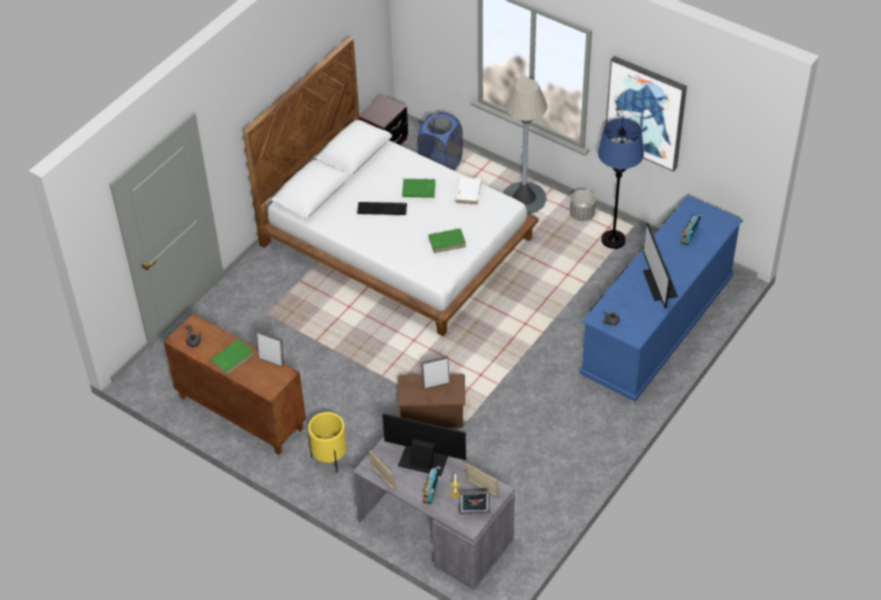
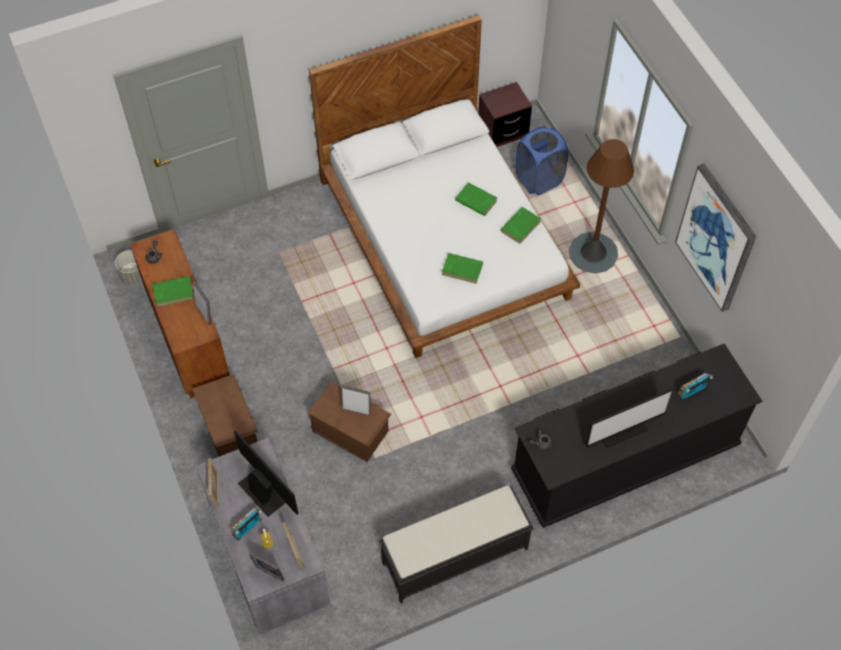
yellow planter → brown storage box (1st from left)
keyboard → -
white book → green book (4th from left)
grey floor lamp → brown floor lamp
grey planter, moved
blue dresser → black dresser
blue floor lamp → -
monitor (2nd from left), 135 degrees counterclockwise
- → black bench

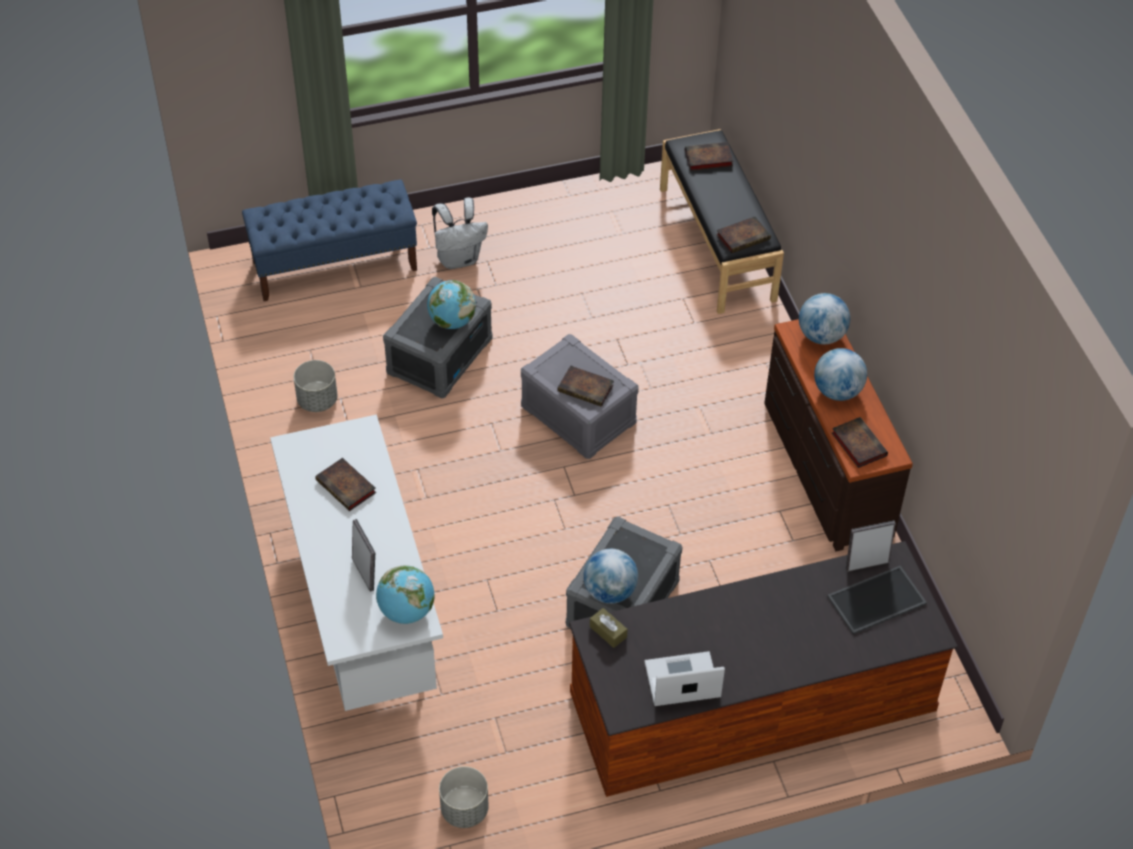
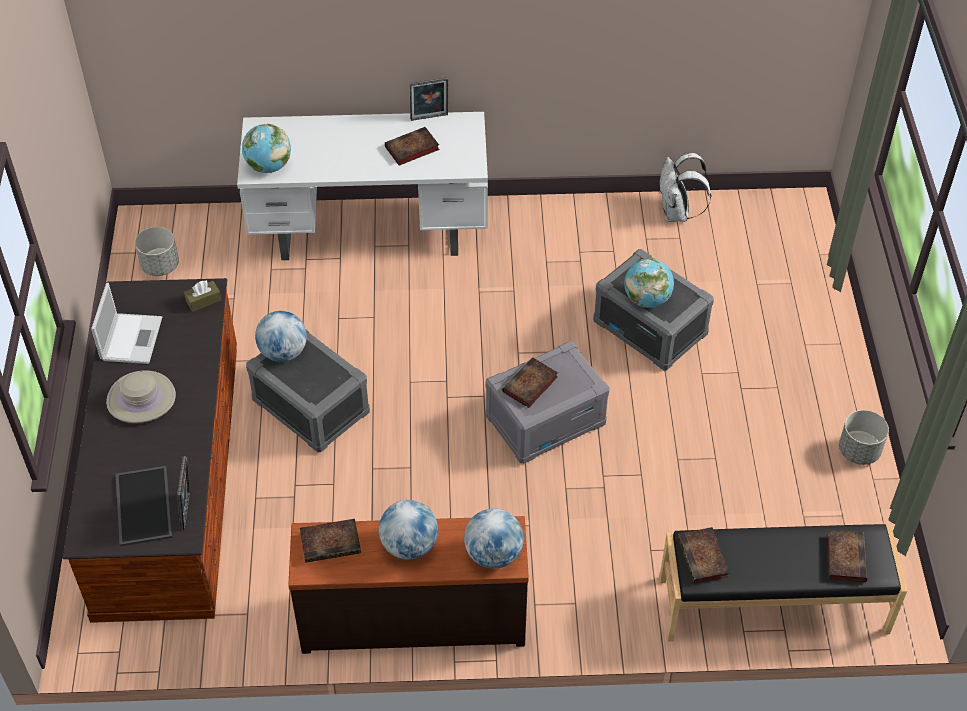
blue bench → -
grey planter (1st from left in the first image) → grey planter (2nd from left), moved
picture frame (1st from left in the first image) → picture frame (2nd from left), moved
white backpack, moved
- → beige hat

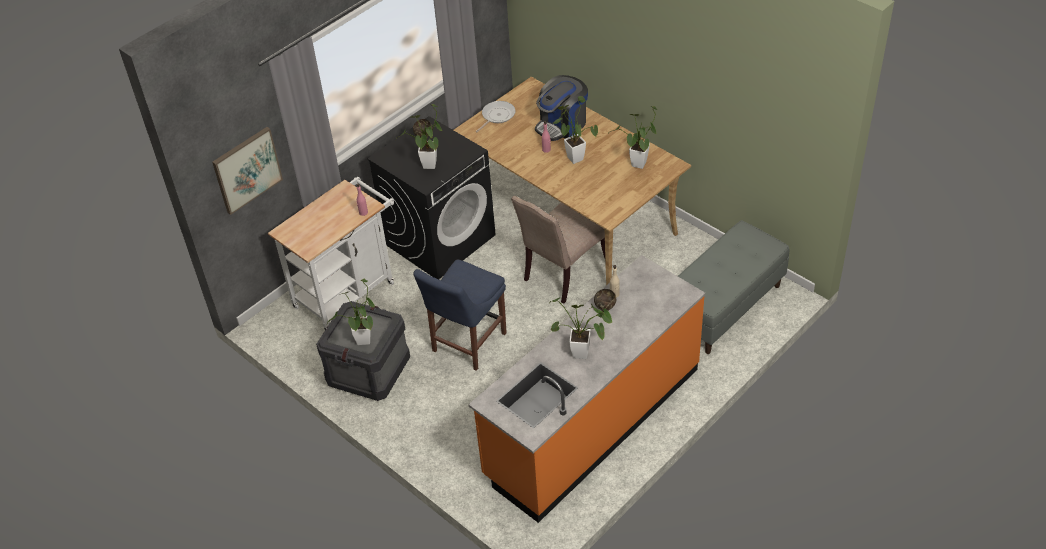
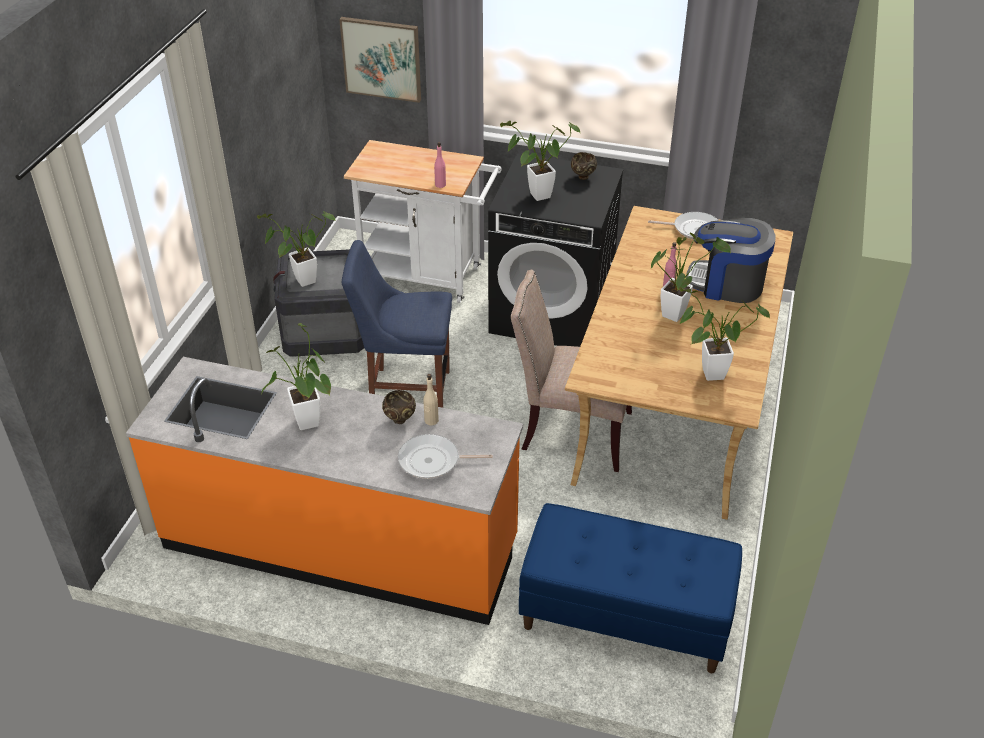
grey bench → blue bench
- → frying pan (1st from left)

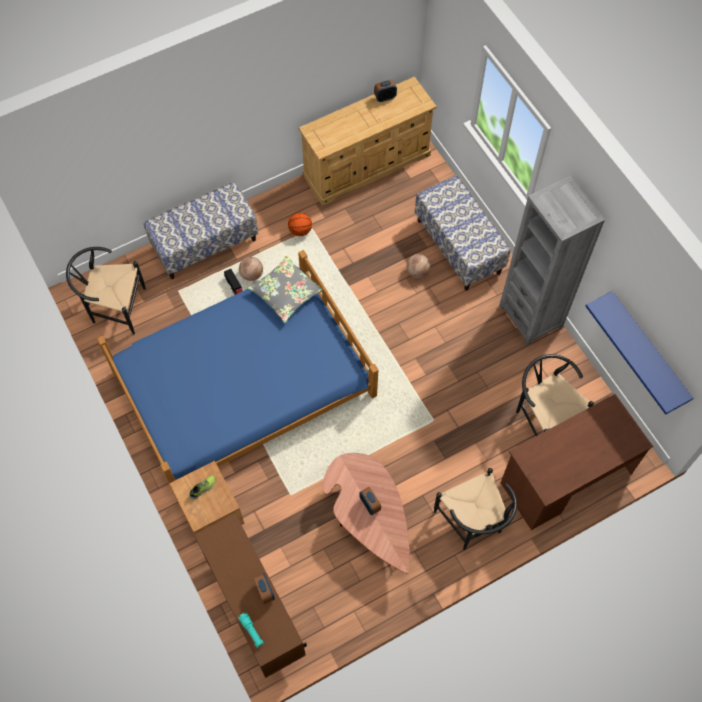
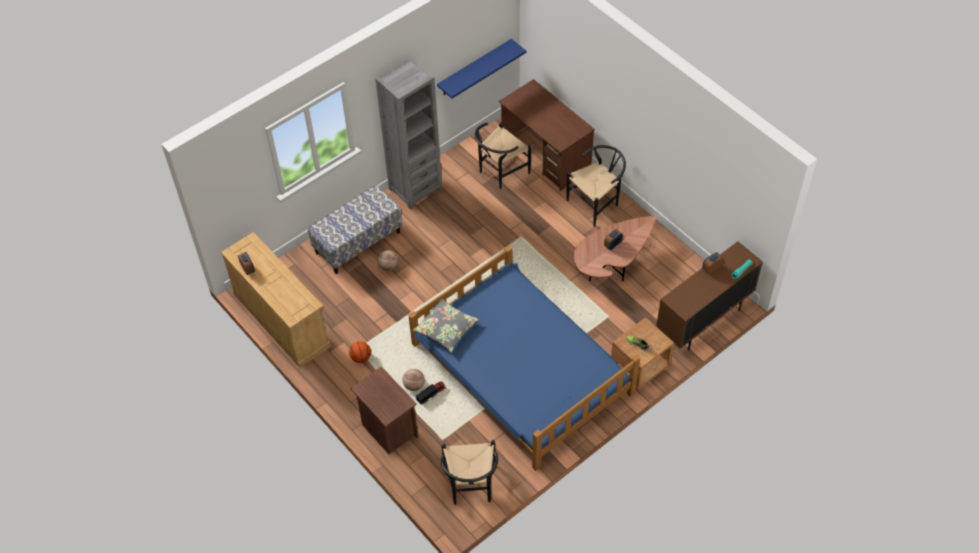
bench (1st from left) → brown nightstand (1st from left)

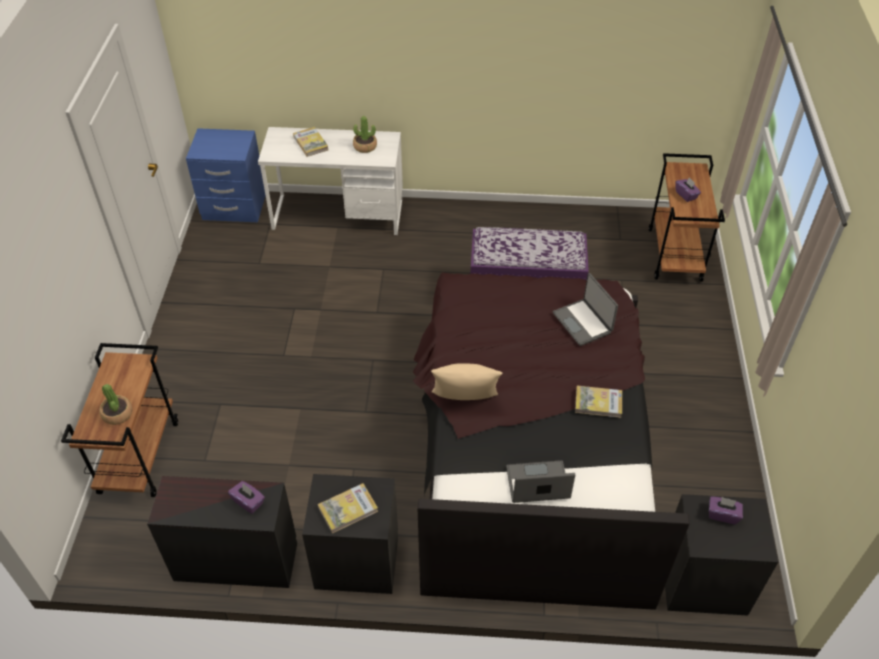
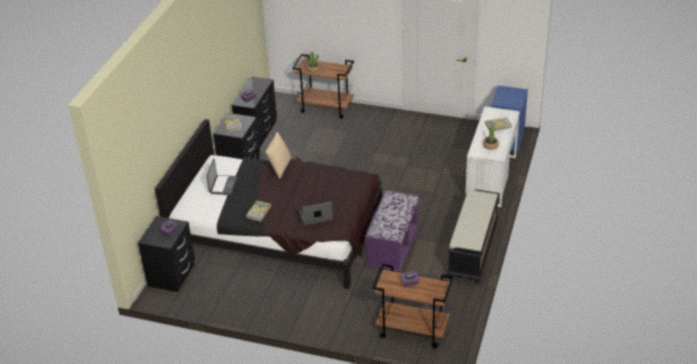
- → black bench

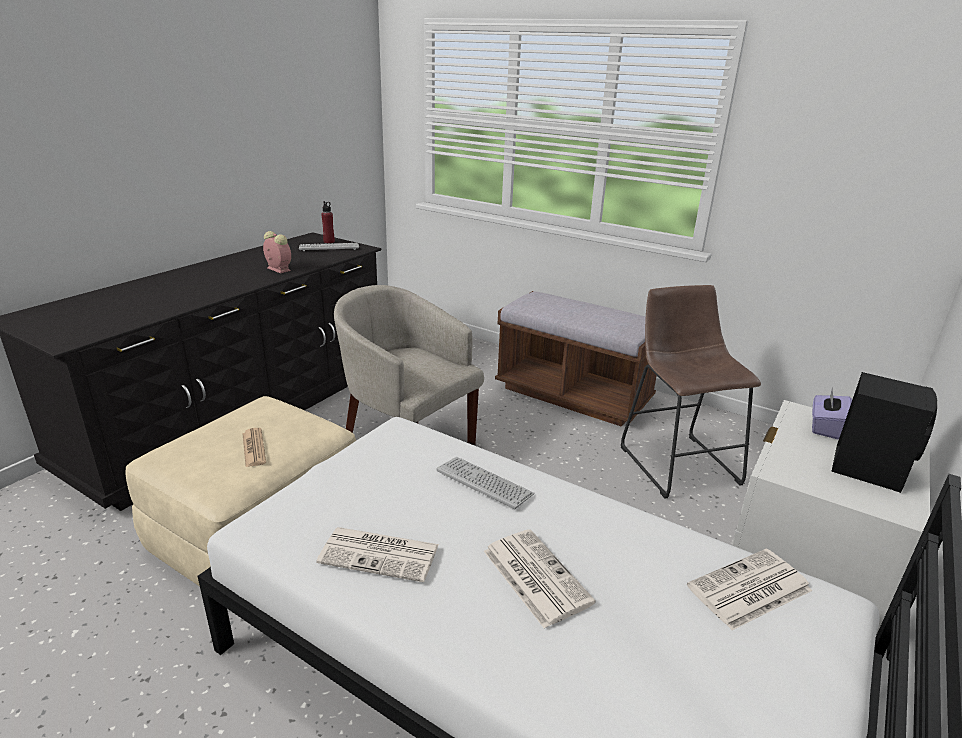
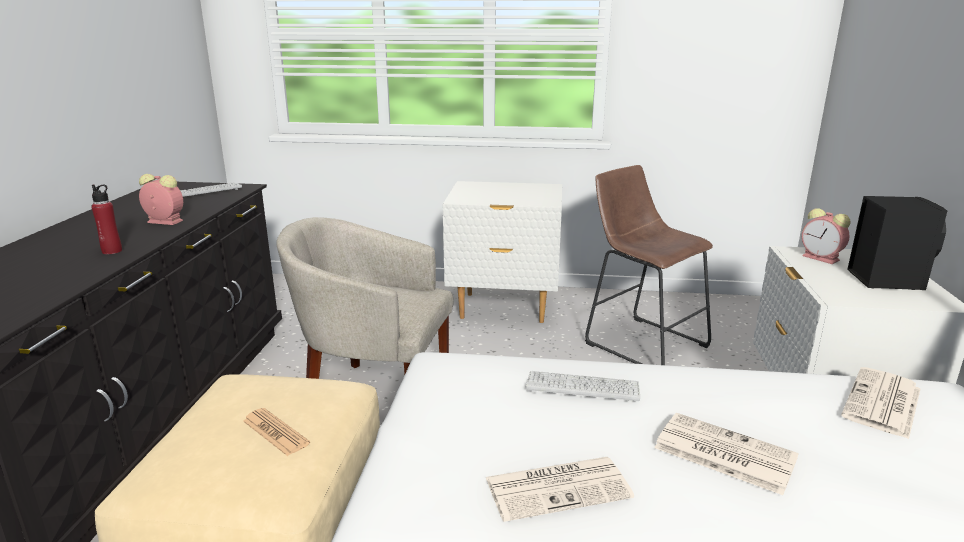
red bottle, moved
brown bench → white nightstand (1st from left)
purple tissue box → alarm clock (2nd from left)

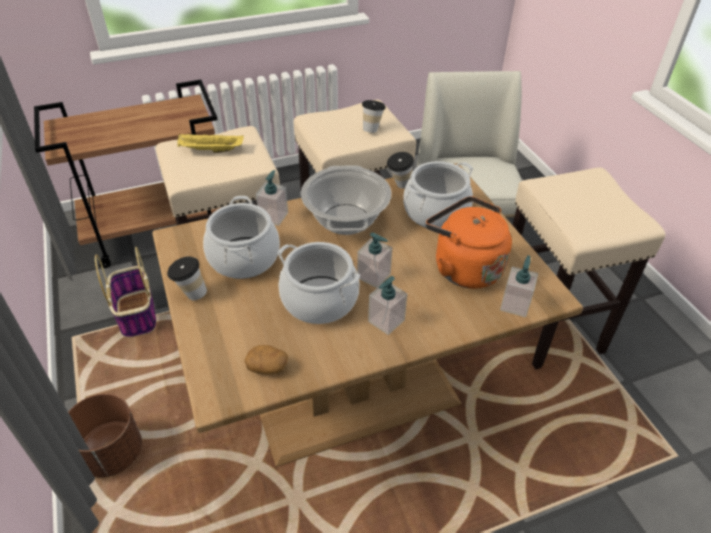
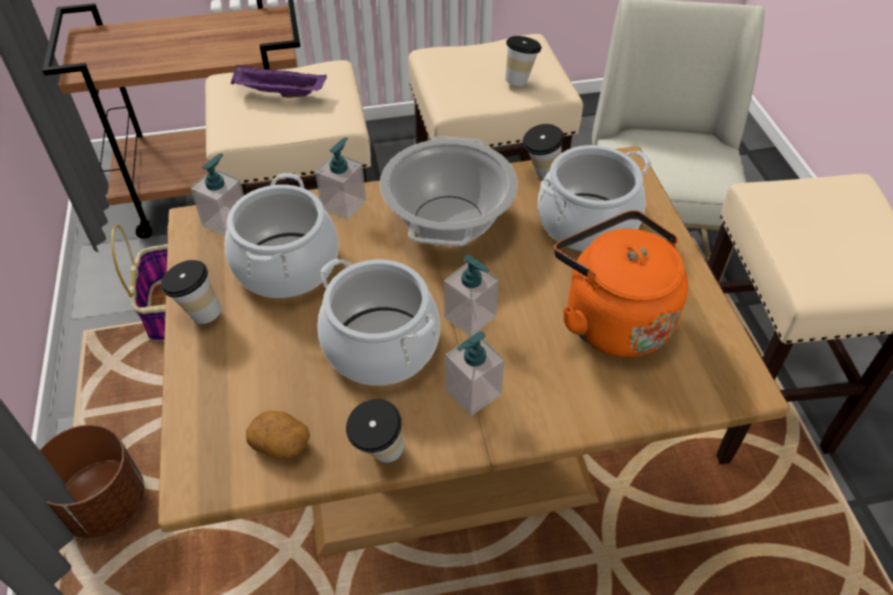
yellow tray → purple tray
soap dispenser (4th from left in the first image) → soap dispenser (1st from left), moved
- → cup (2nd from left)

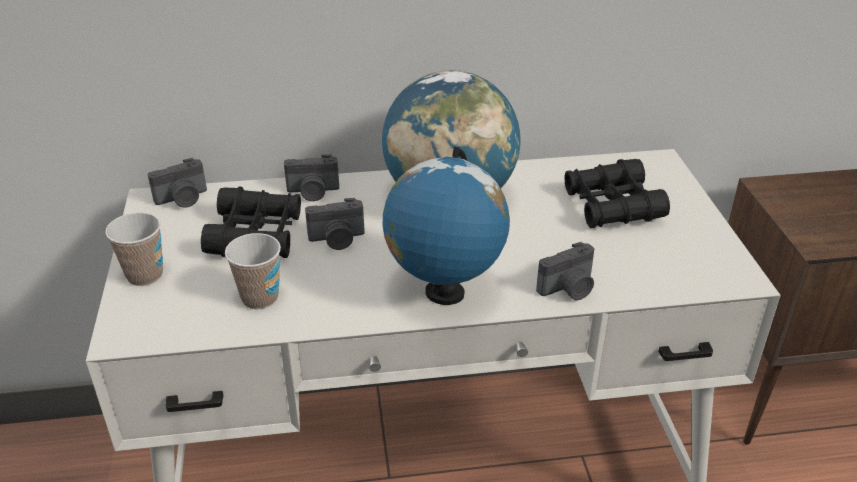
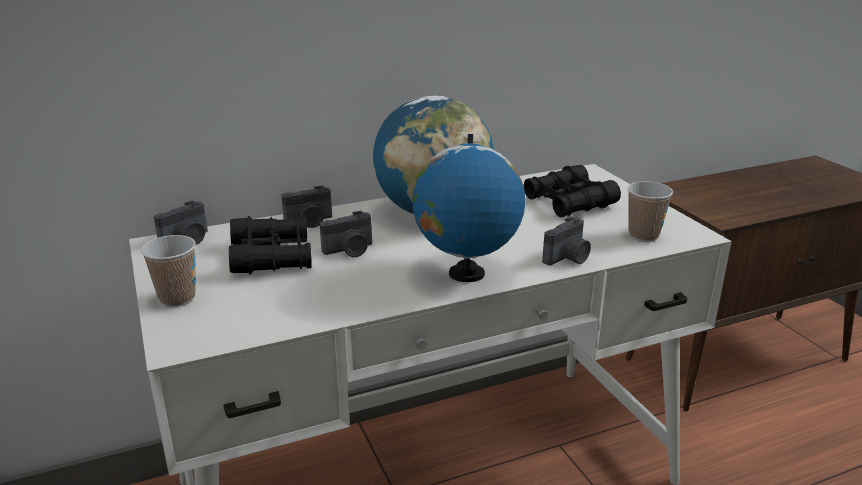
cup (2nd from left), moved

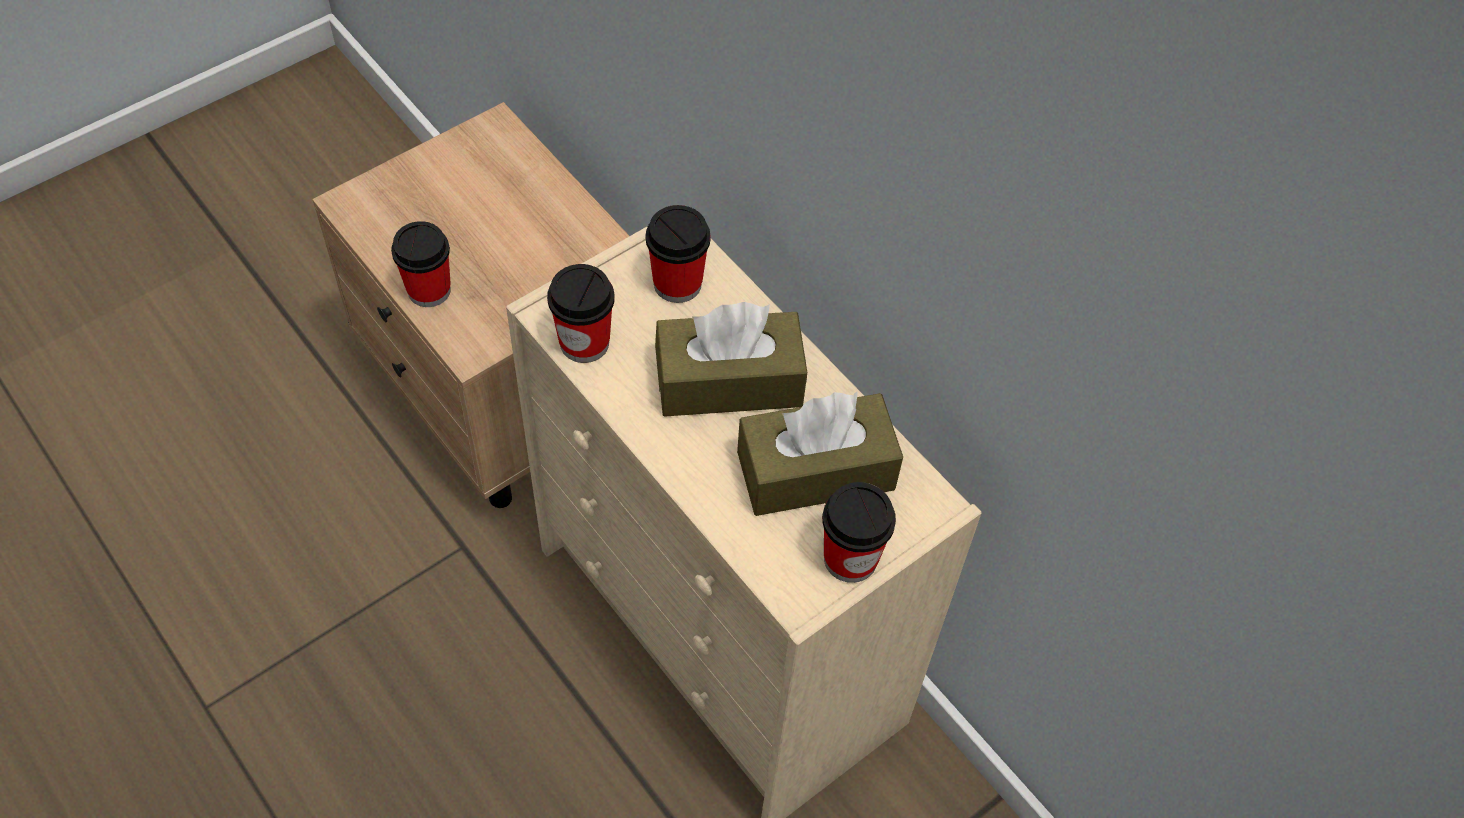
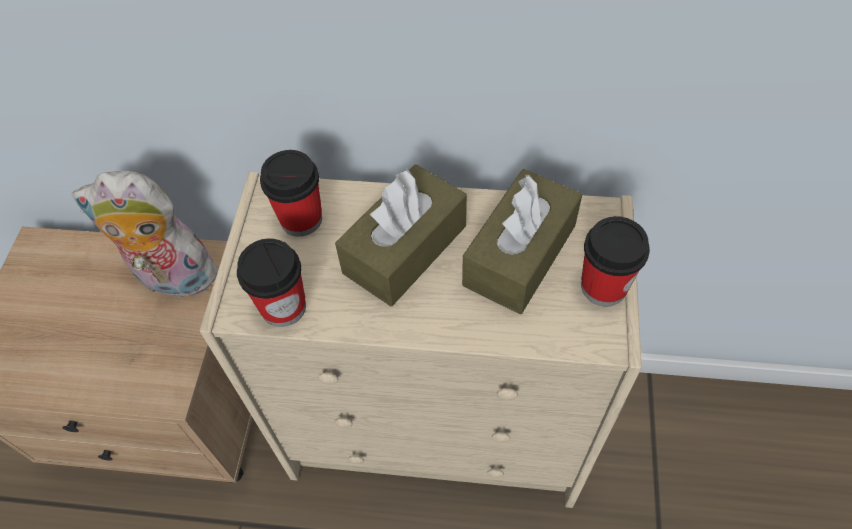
cup (1st from left) → -
- → plush toy

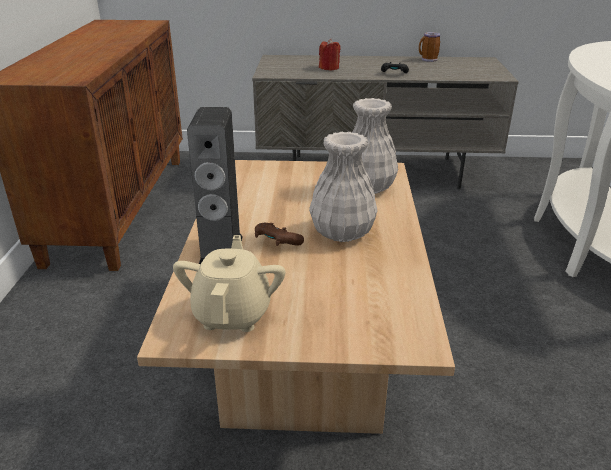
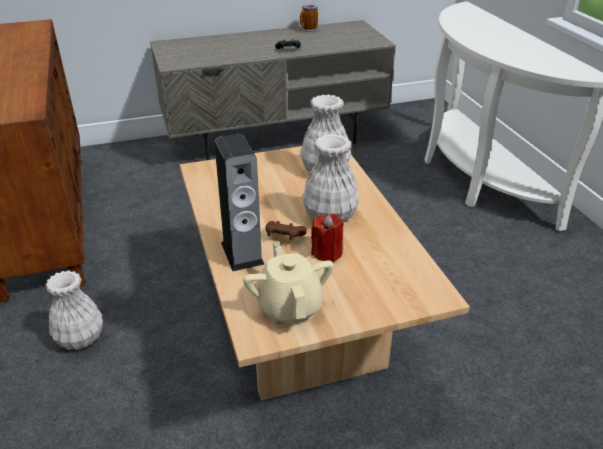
red candle, moved
- → white vase (1st from left)

